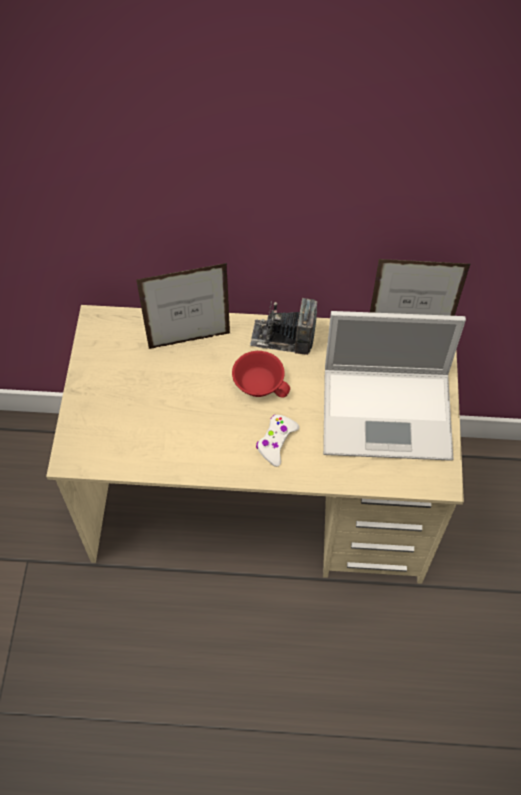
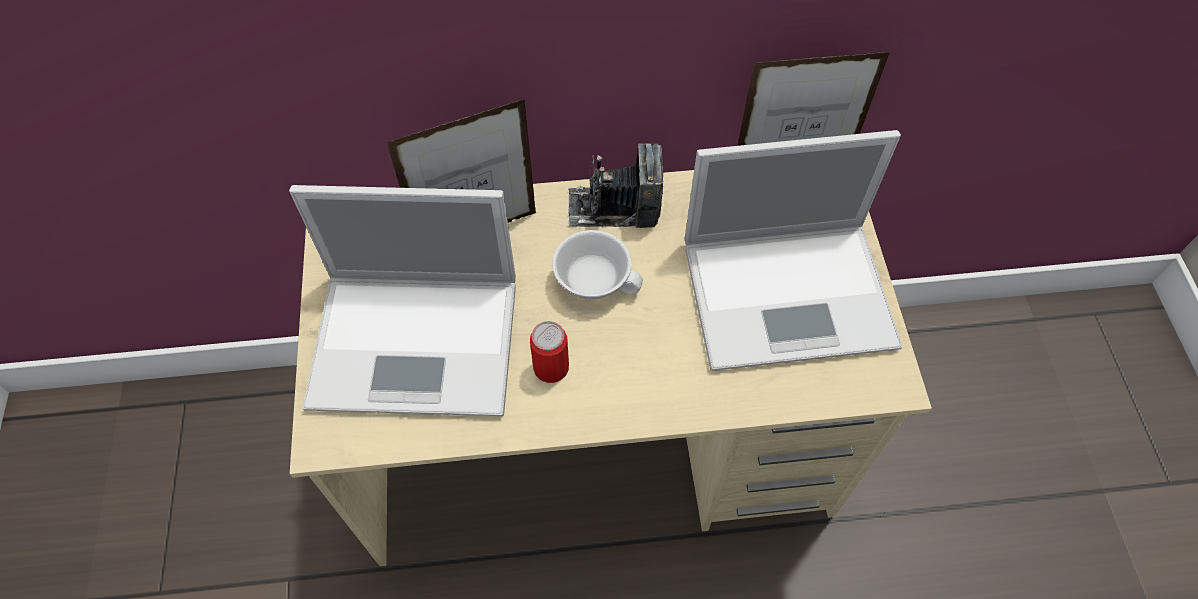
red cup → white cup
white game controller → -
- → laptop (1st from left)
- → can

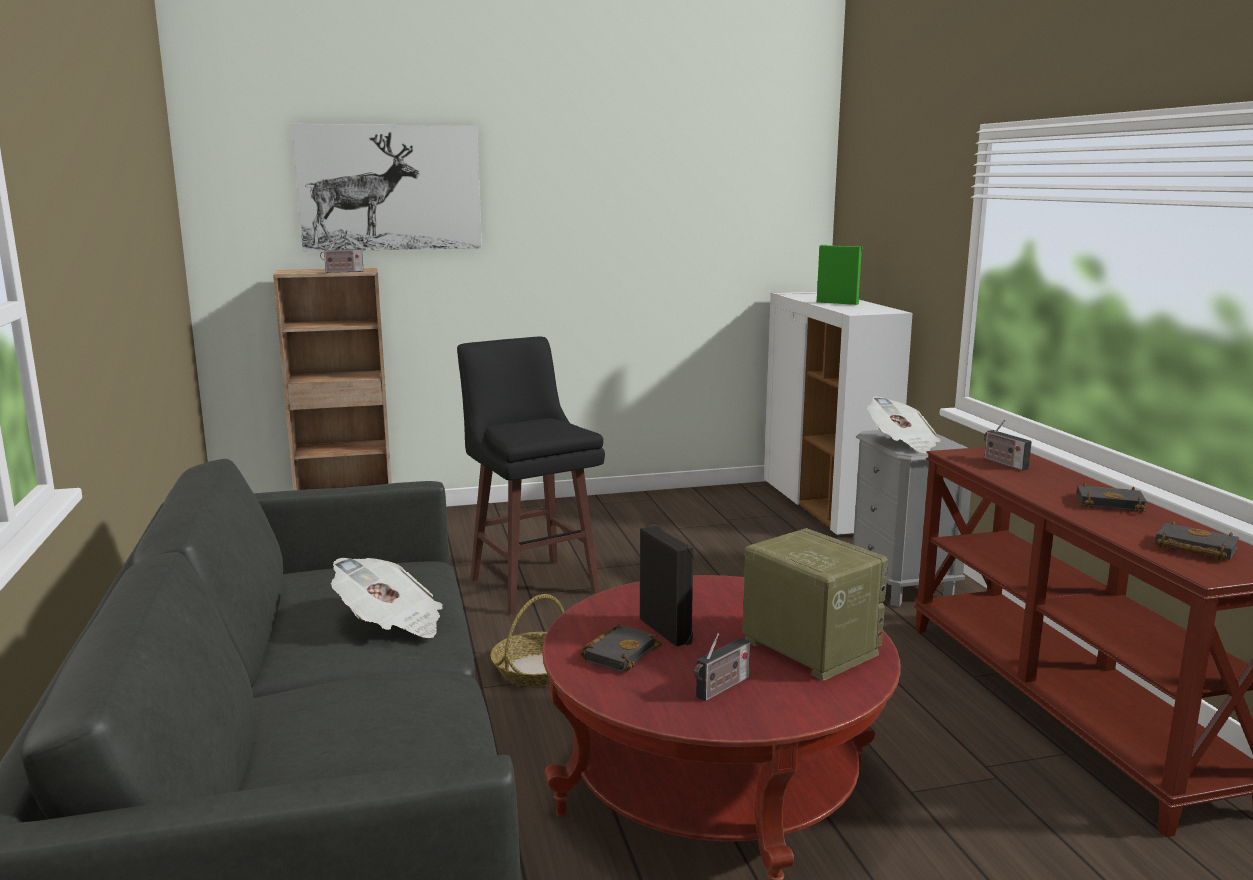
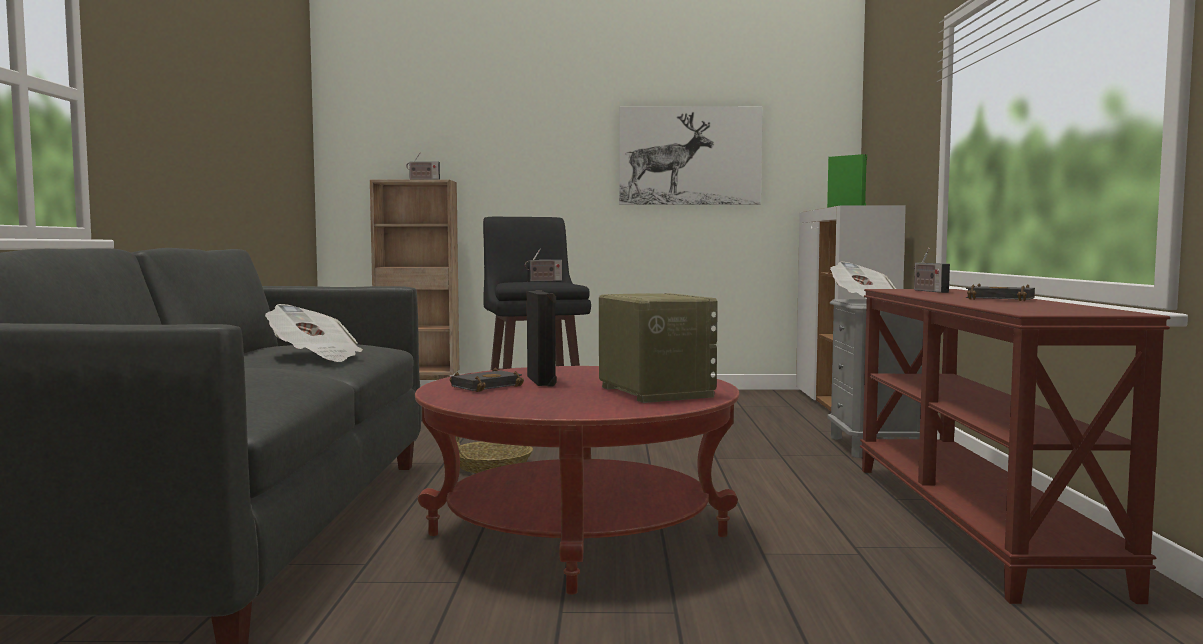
picture, moved
radio (2nd from left), moved
black book (3rd from left) → -

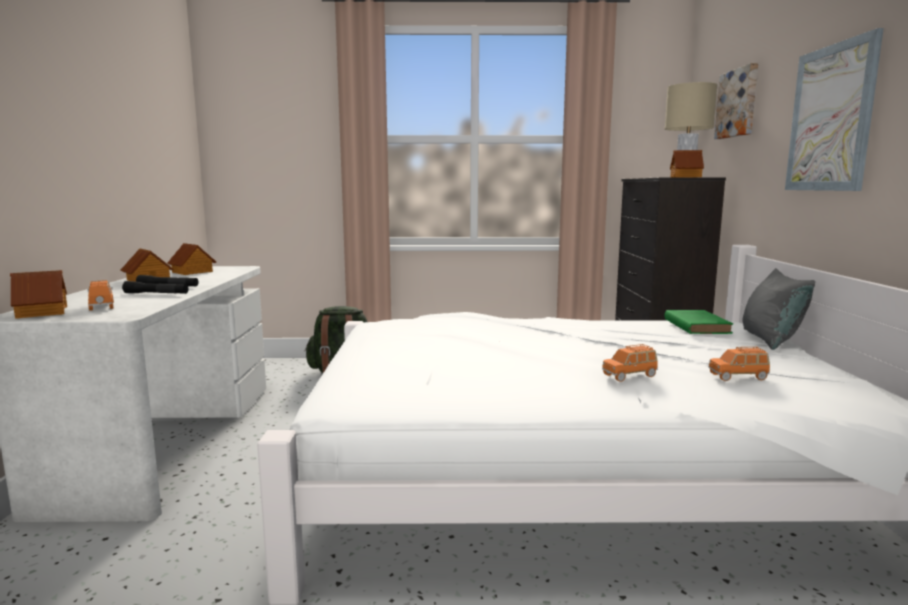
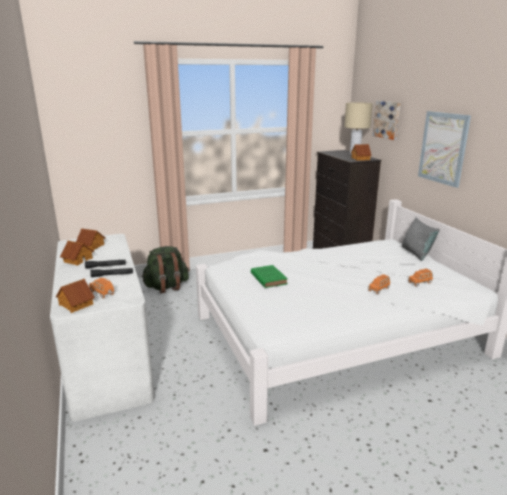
green book, moved

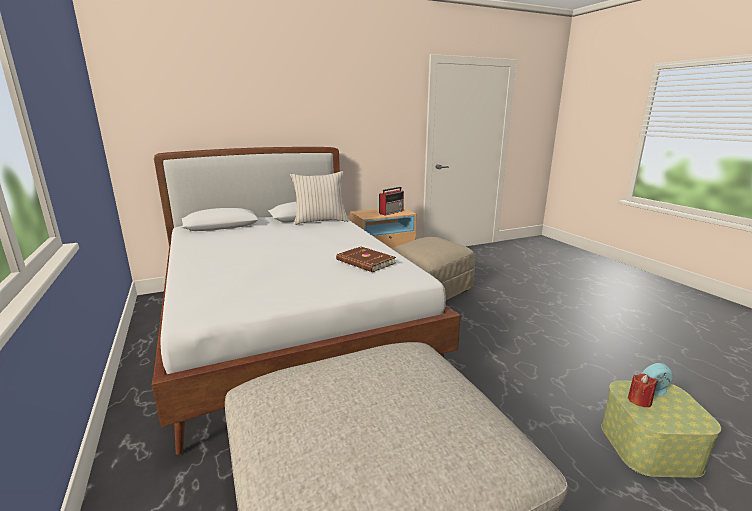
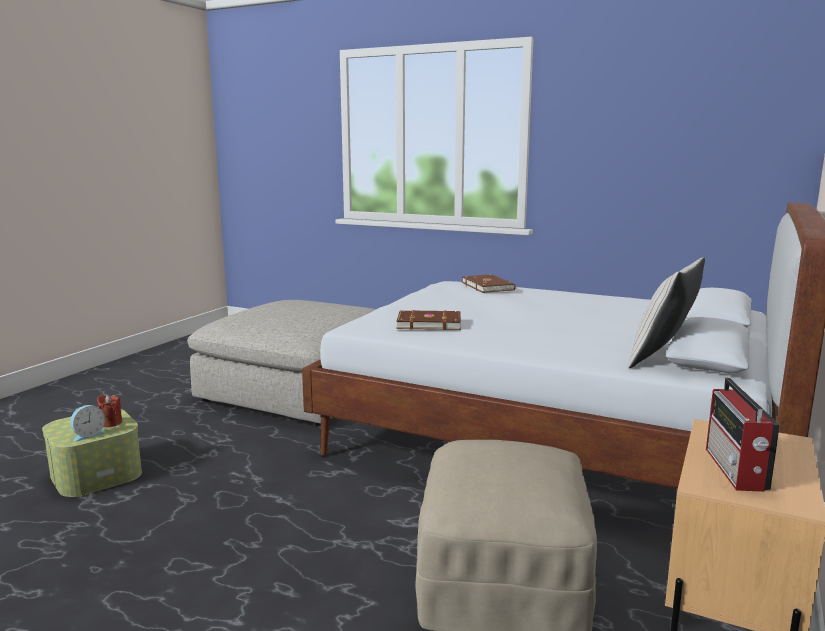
- → brown book (2nd from left)

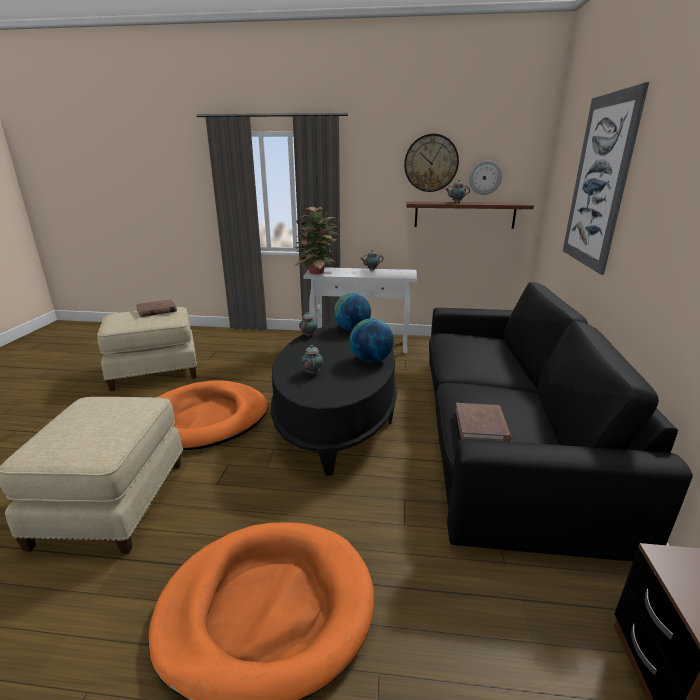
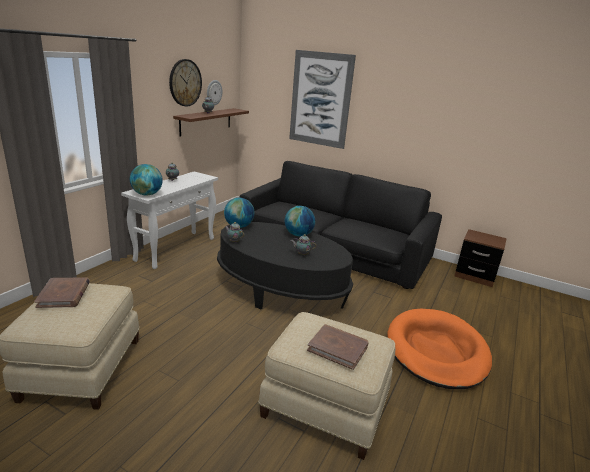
orange dog bed (1st from left) → -
potted plant → globe (1st from left)
brown book (2nd from left), moved

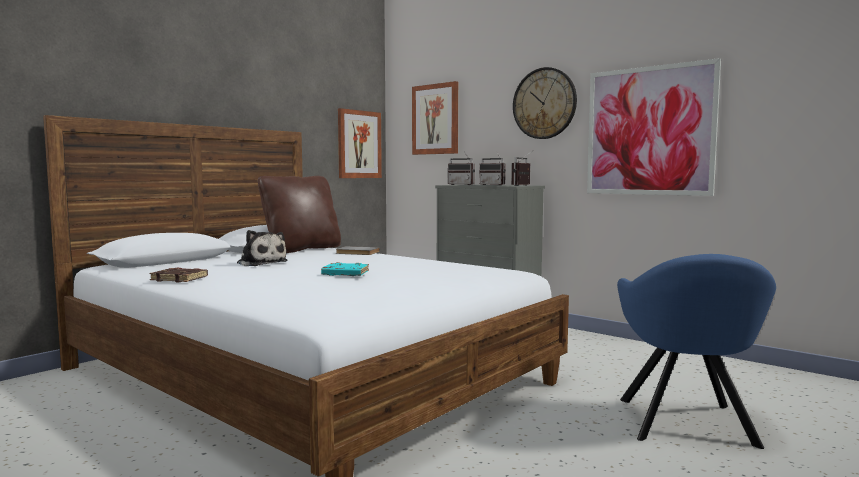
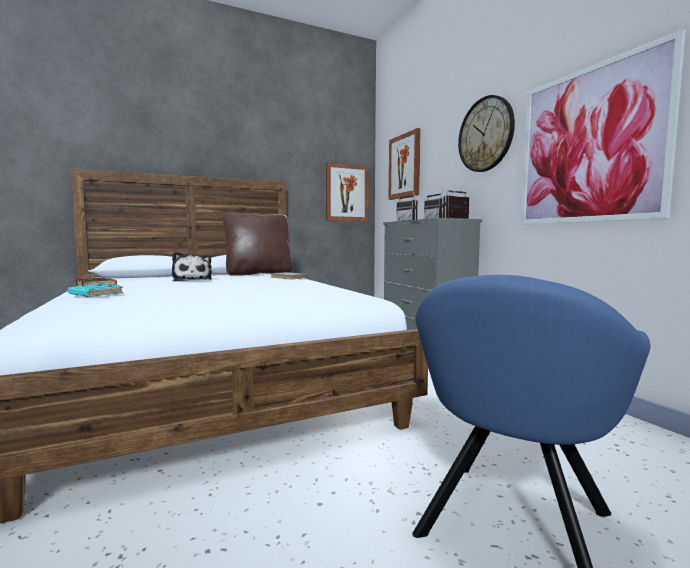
turquoise book, moved

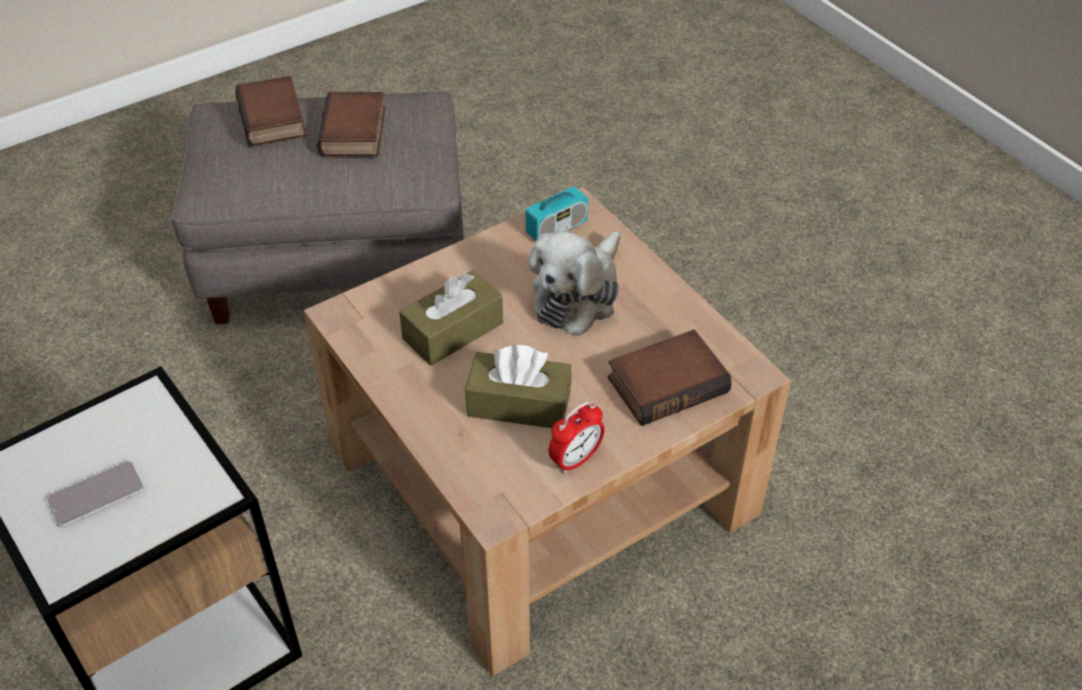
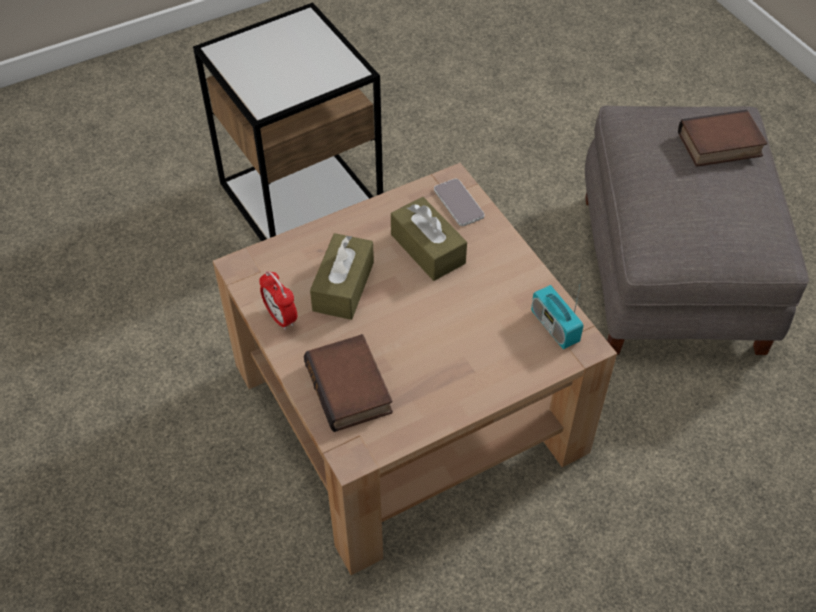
phone, moved
book (2nd from left) → -
plush toy → -

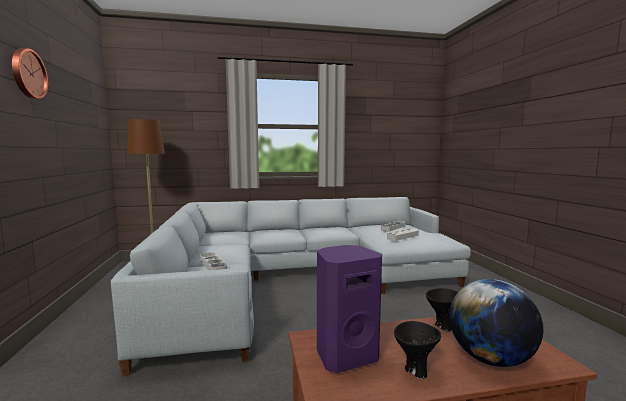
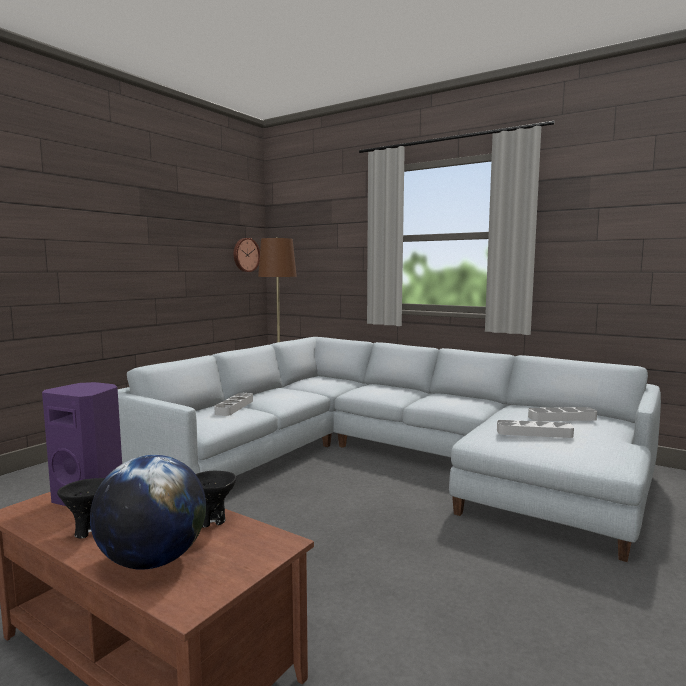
wall clock, moved

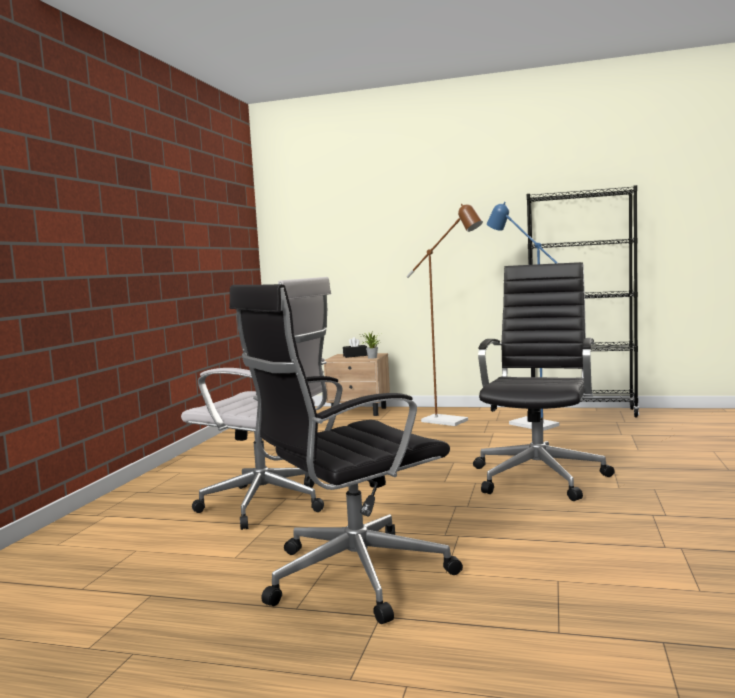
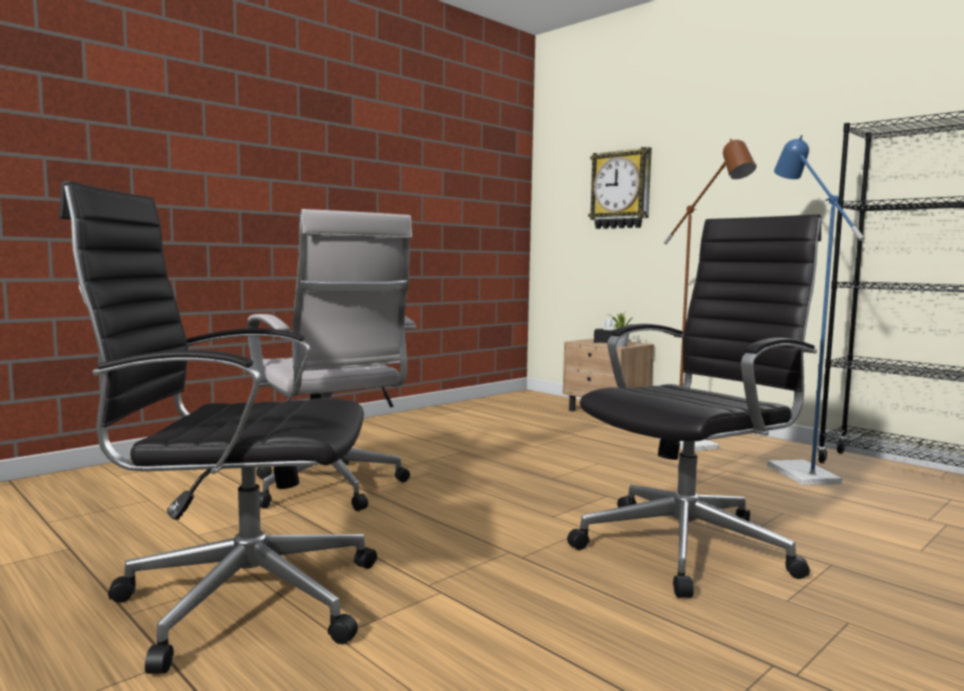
- → wall clock

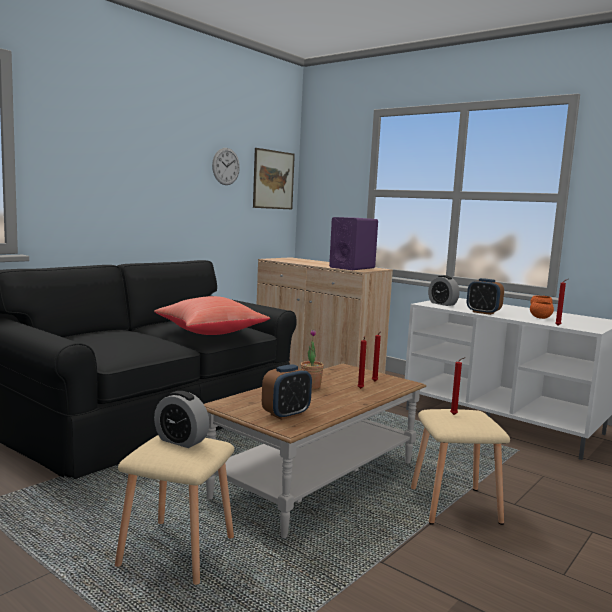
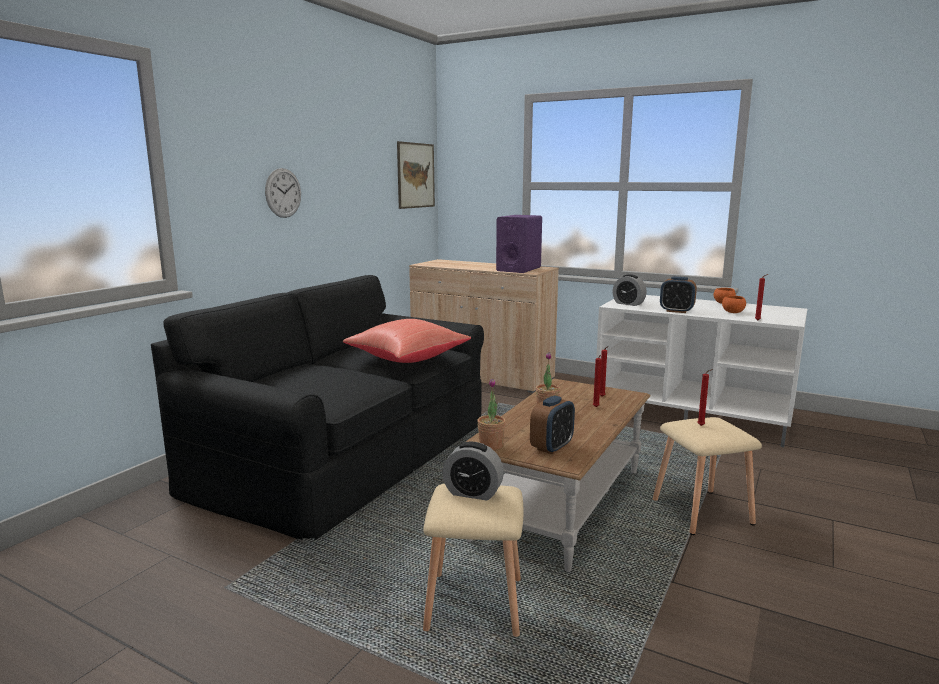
wall clock, moved
- → potted plant (1st from left)

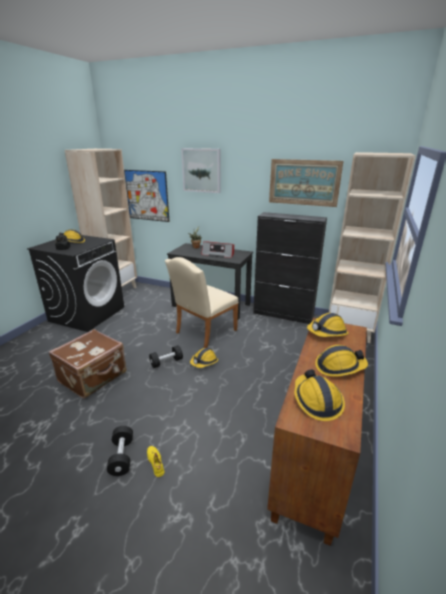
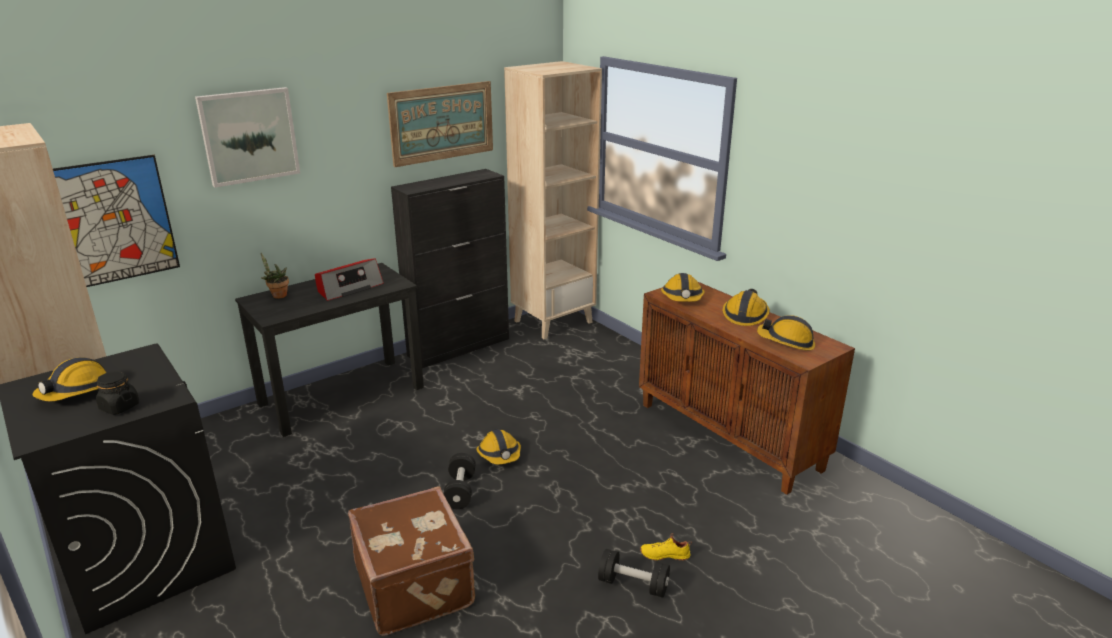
beige chair → -

